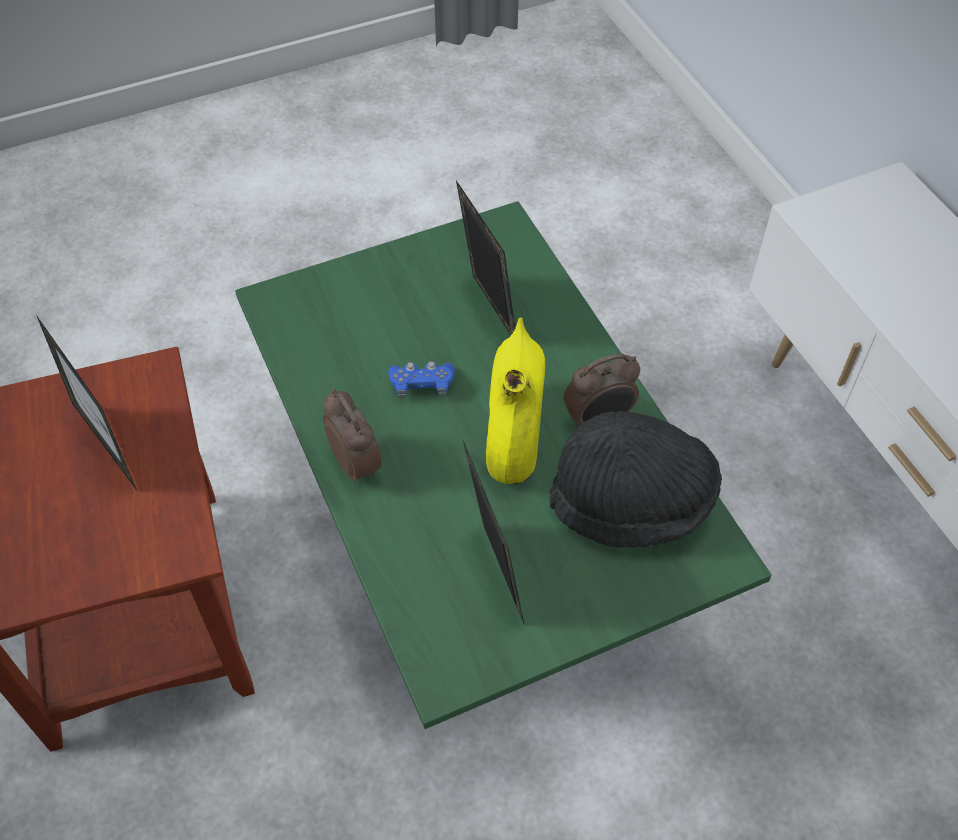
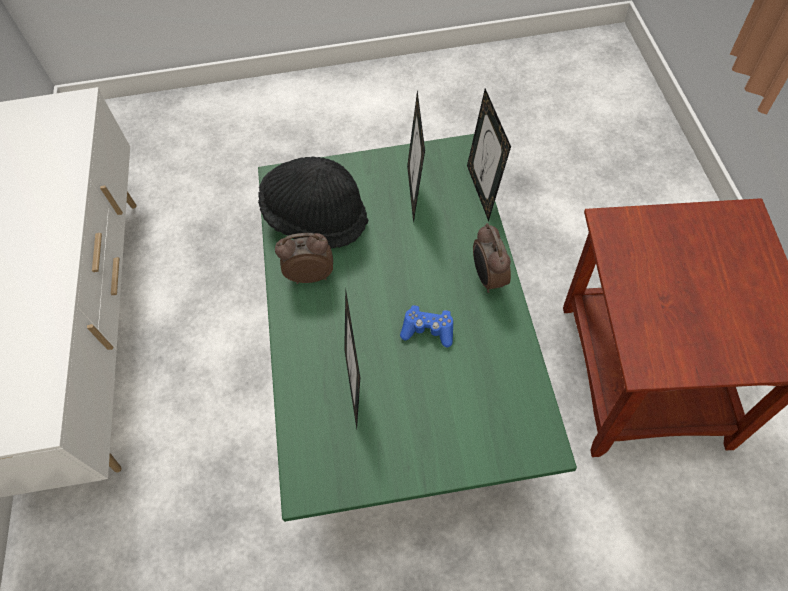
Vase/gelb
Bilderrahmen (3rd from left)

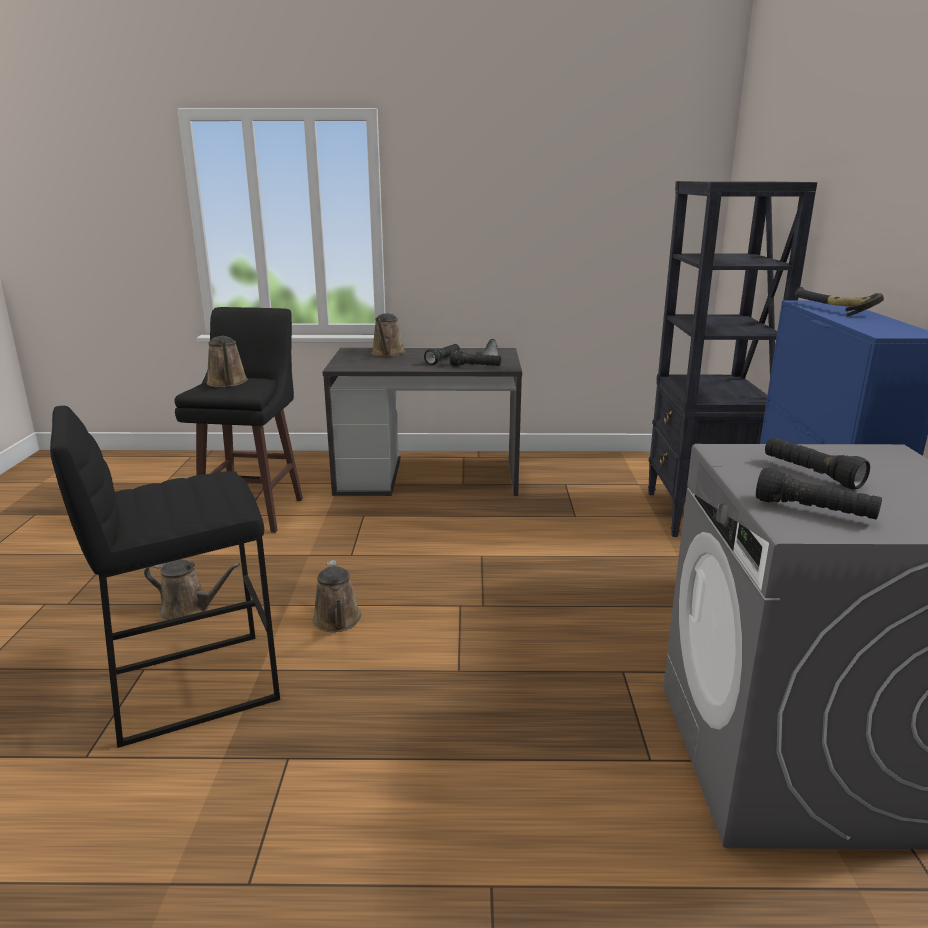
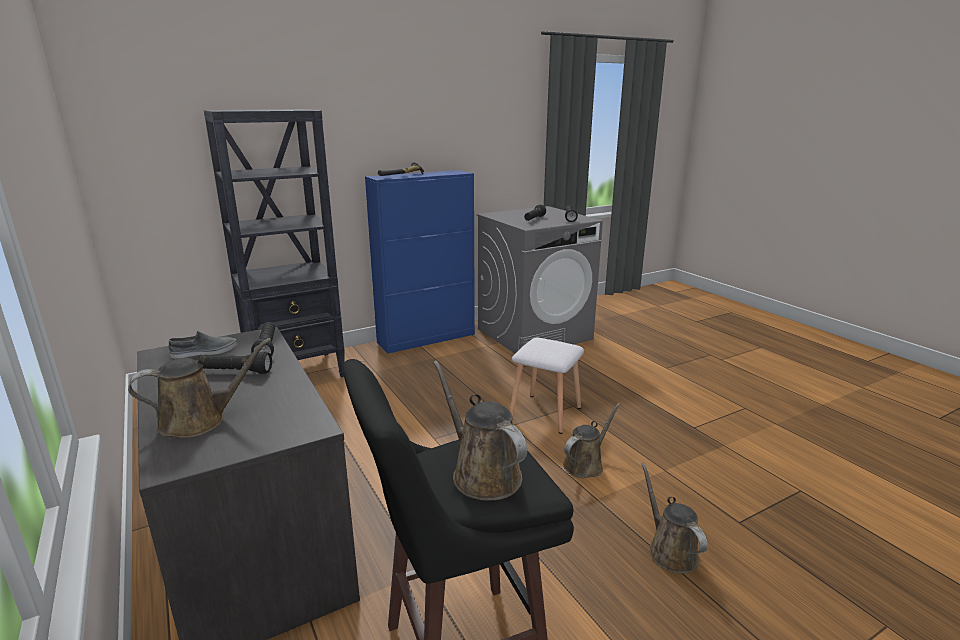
Hocker/schwarz (1st from left in the first image)
Hocker/weiß
Gießkanne/braun (2nd from left)

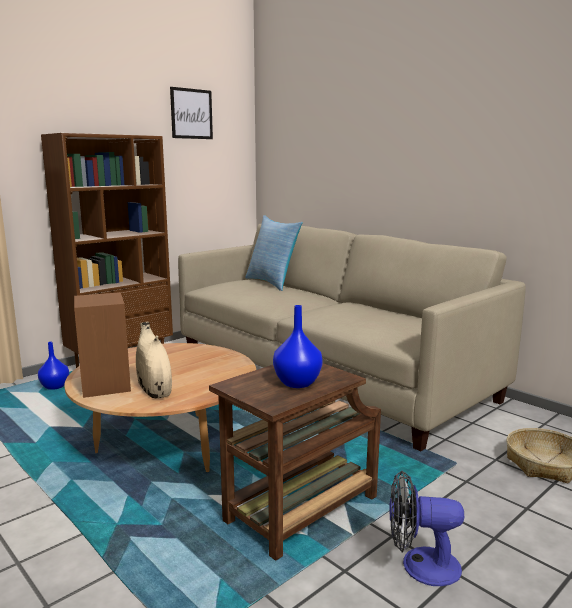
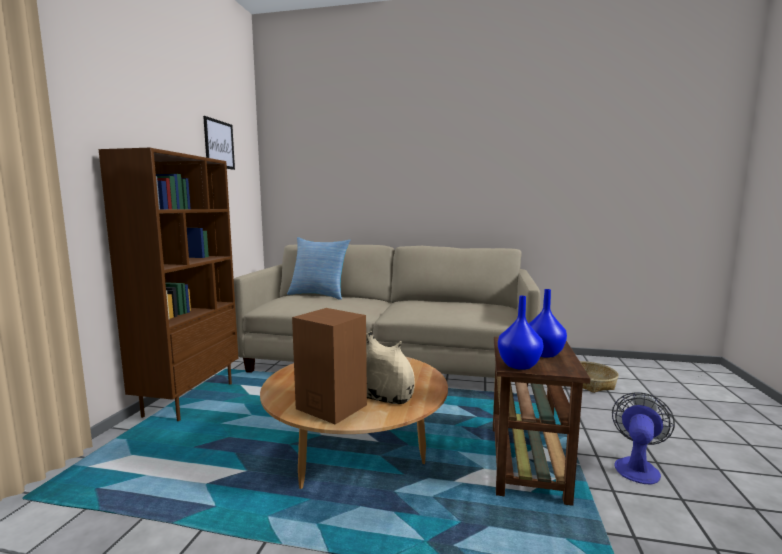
Vase/blau (1st from left)
Ventilator

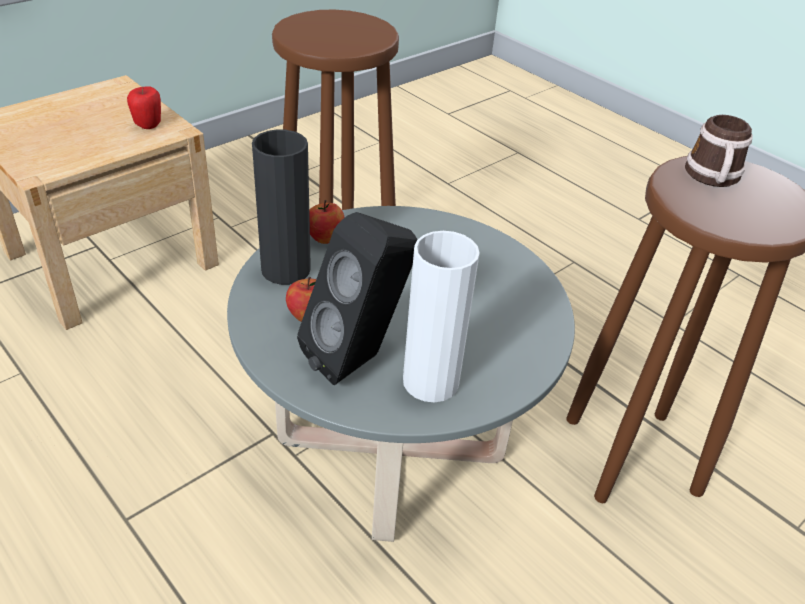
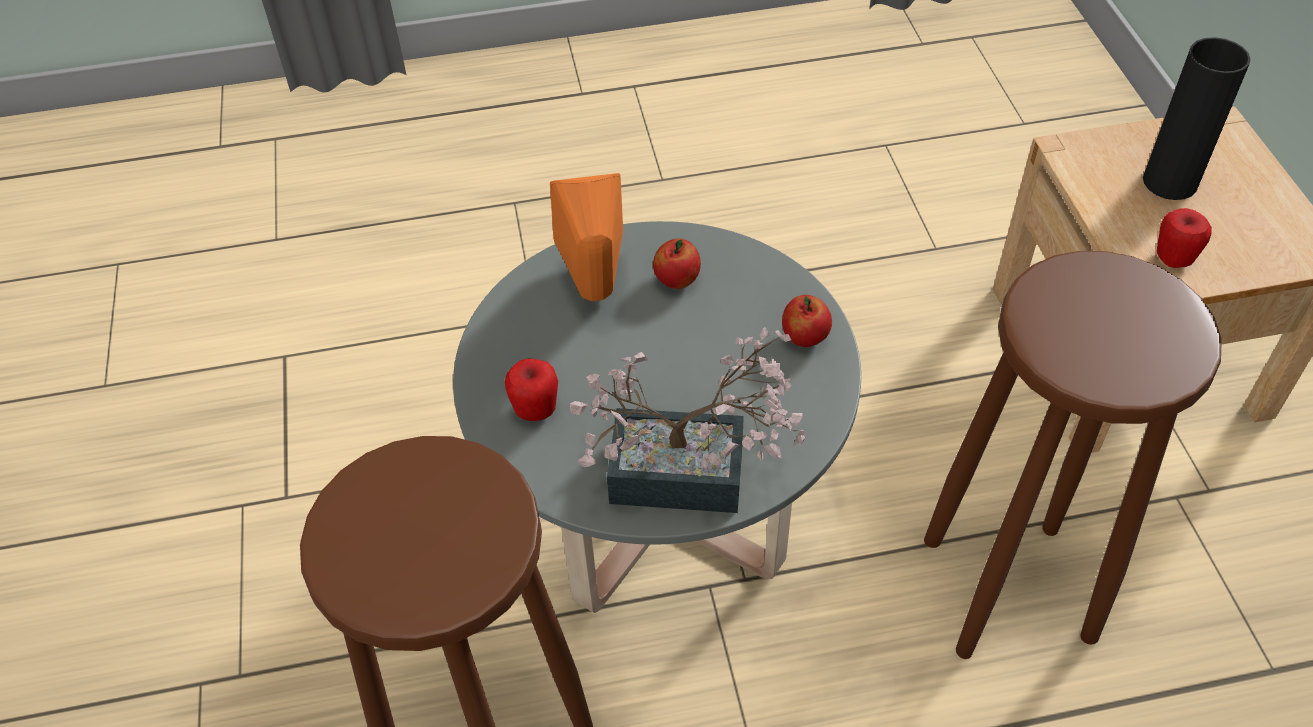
Vase/weiß
Henkelbecher
Apfel (1st from left)
Topfpflanze
Vase/schwarz
Lautsprecher/orange

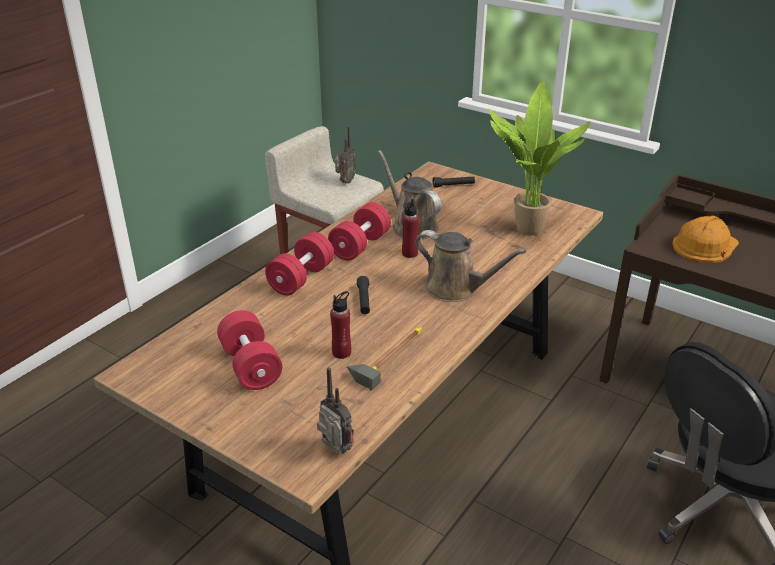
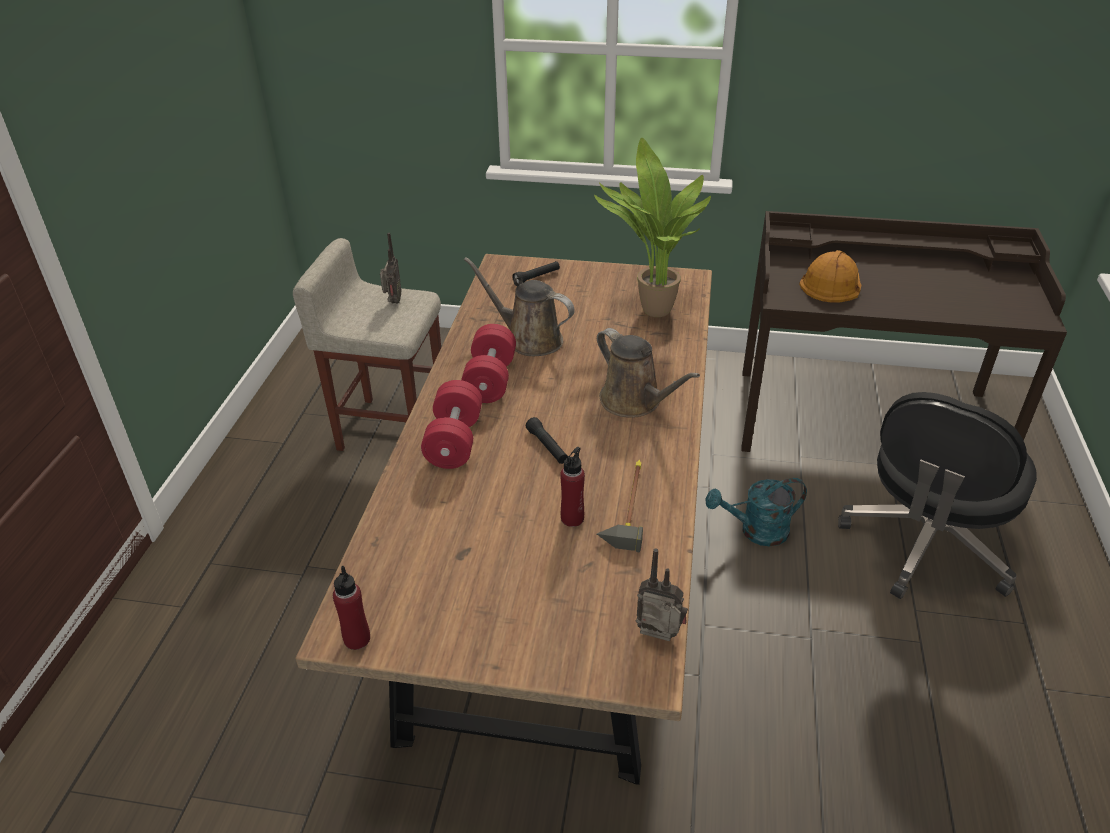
Hantel/rot (1st from left in the first image)
Gießkanne/türkis
Flasche/rot (1st from left)
Gießkanne/braun (2nd from left)

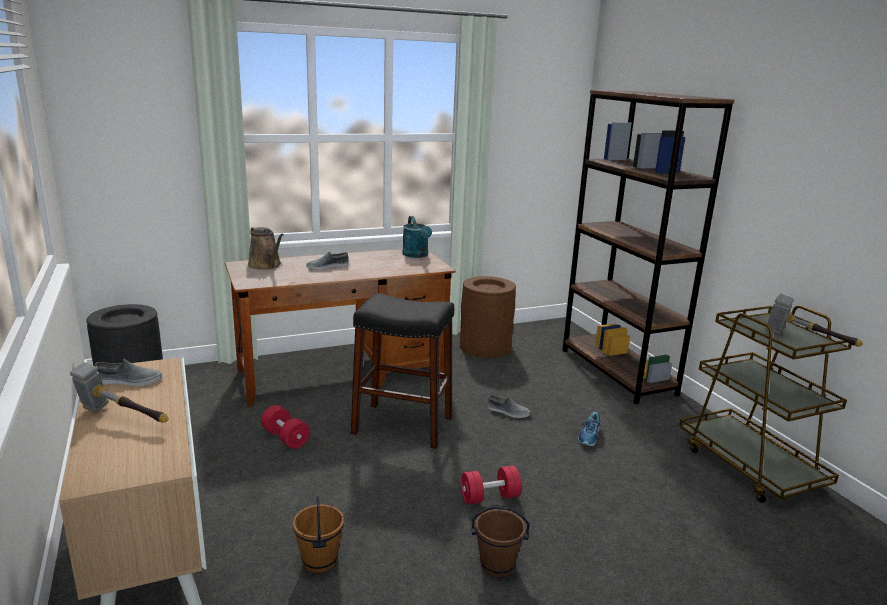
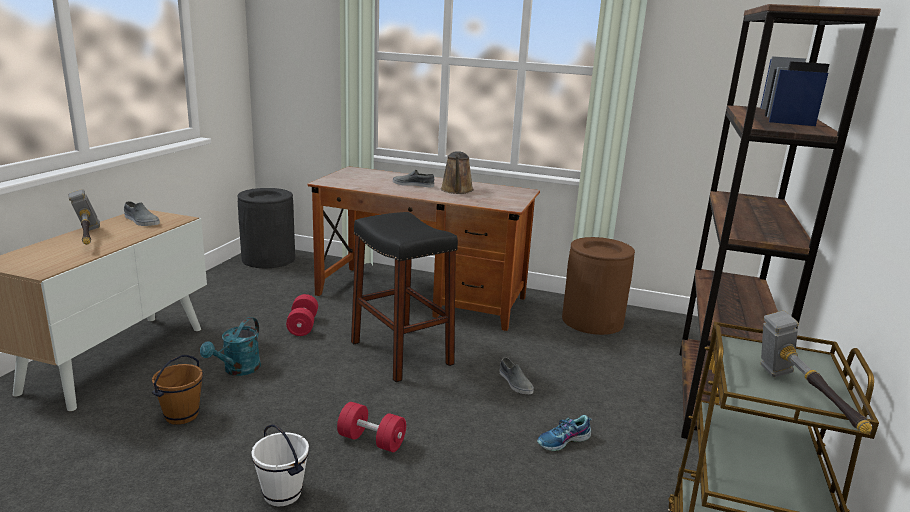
Gießkanne/braun
Gießkanne/türkis
Eimer/weiß

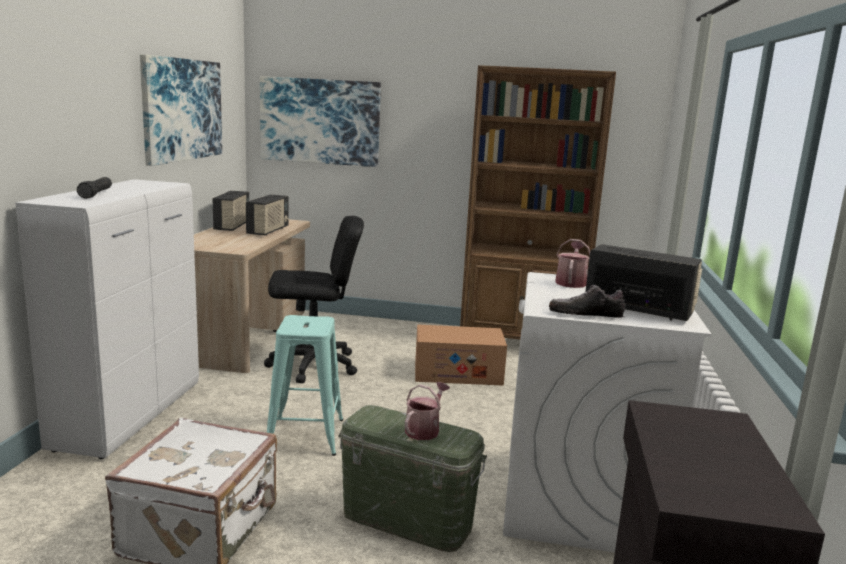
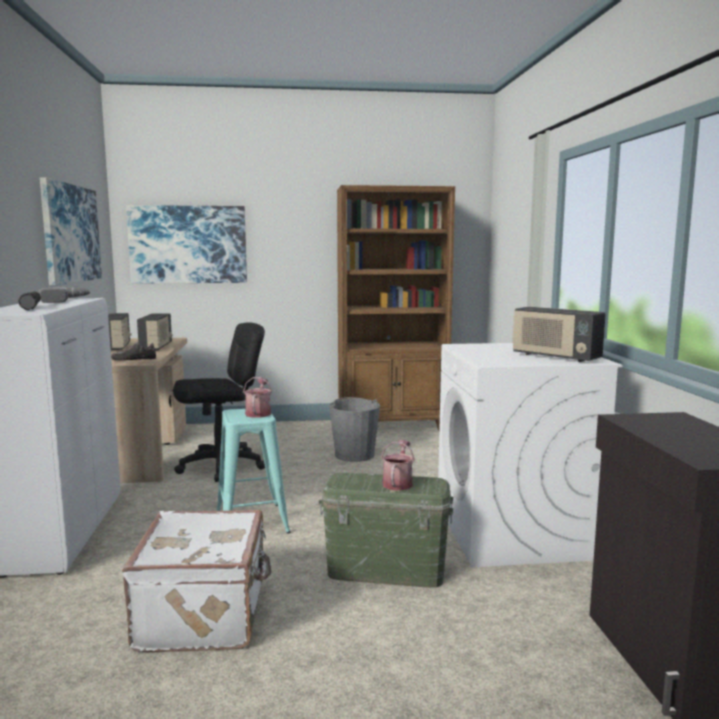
Bohrmaschine
Schuh
Gießkanne (1st from left)
Eimer/grau
Radio (3rd from left)

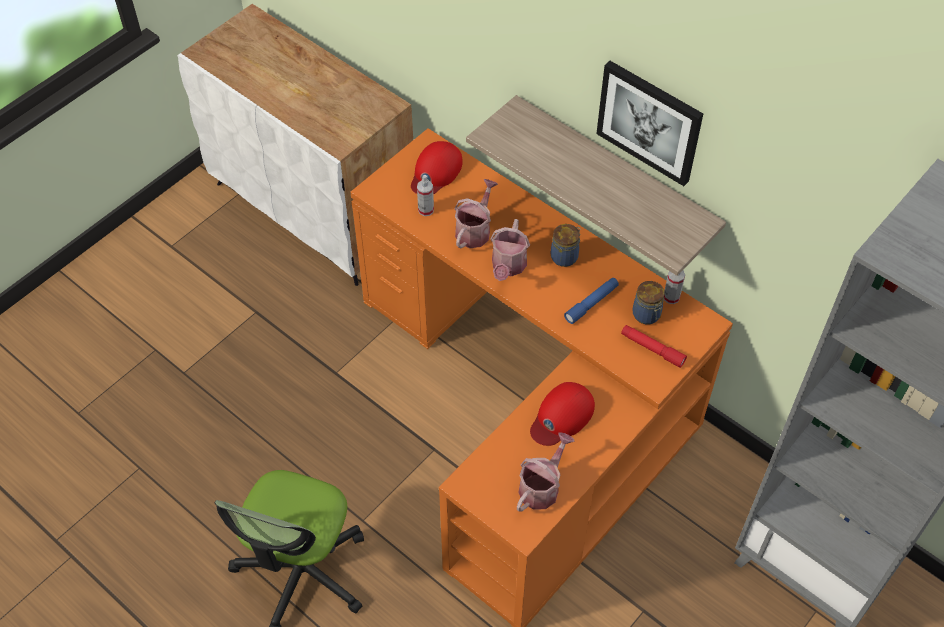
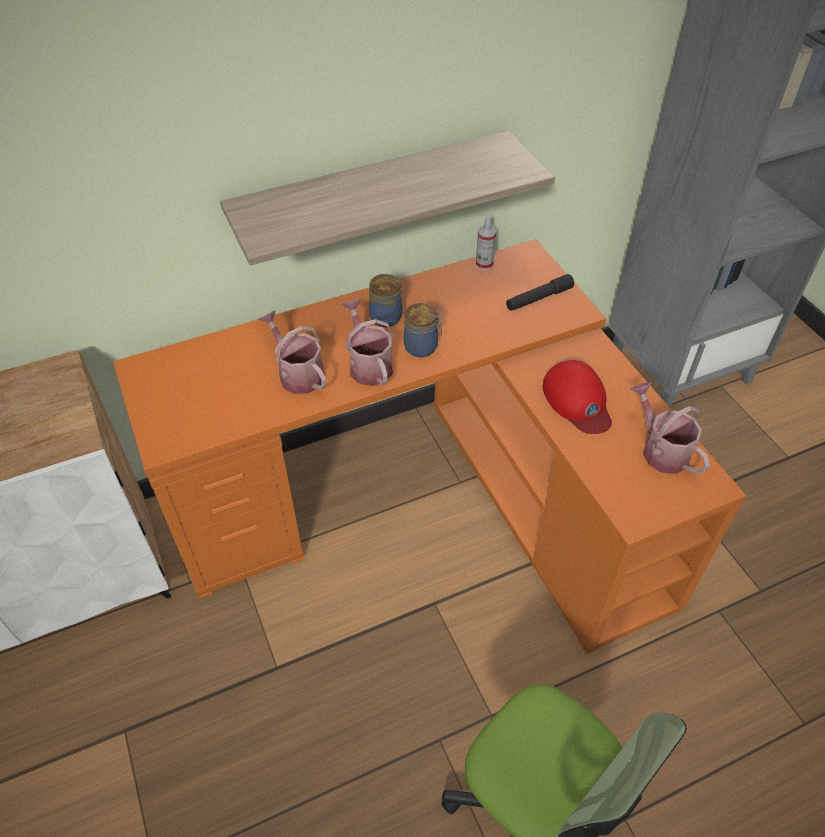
Kappe/rot (1st from left in the first image)
Sprühflasche (1st from left in the first image)
Taschenlampe/blau
Bild
Vorratsglas (2nd from left)
Taschenlampe/schwarz
Gießkanne (2nd from left)

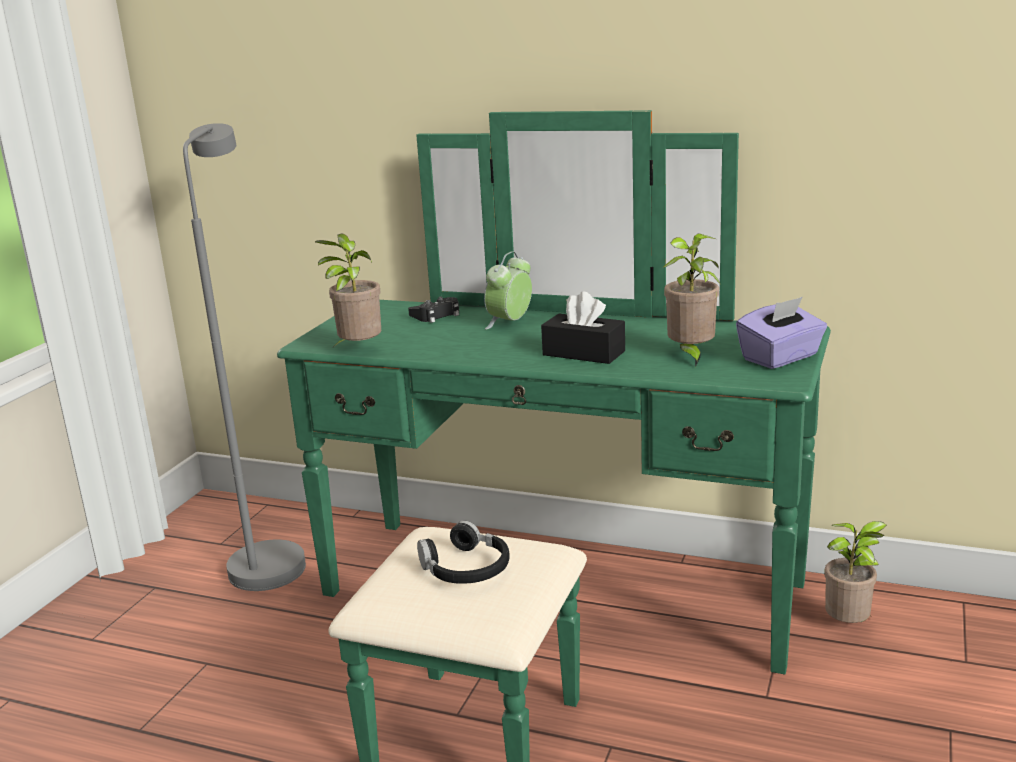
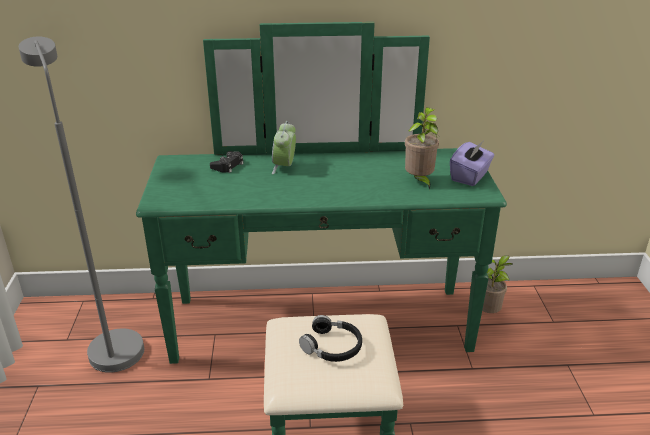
Topfpflanze (1st from left in the first image)
Taschentuchbox/schwarz

